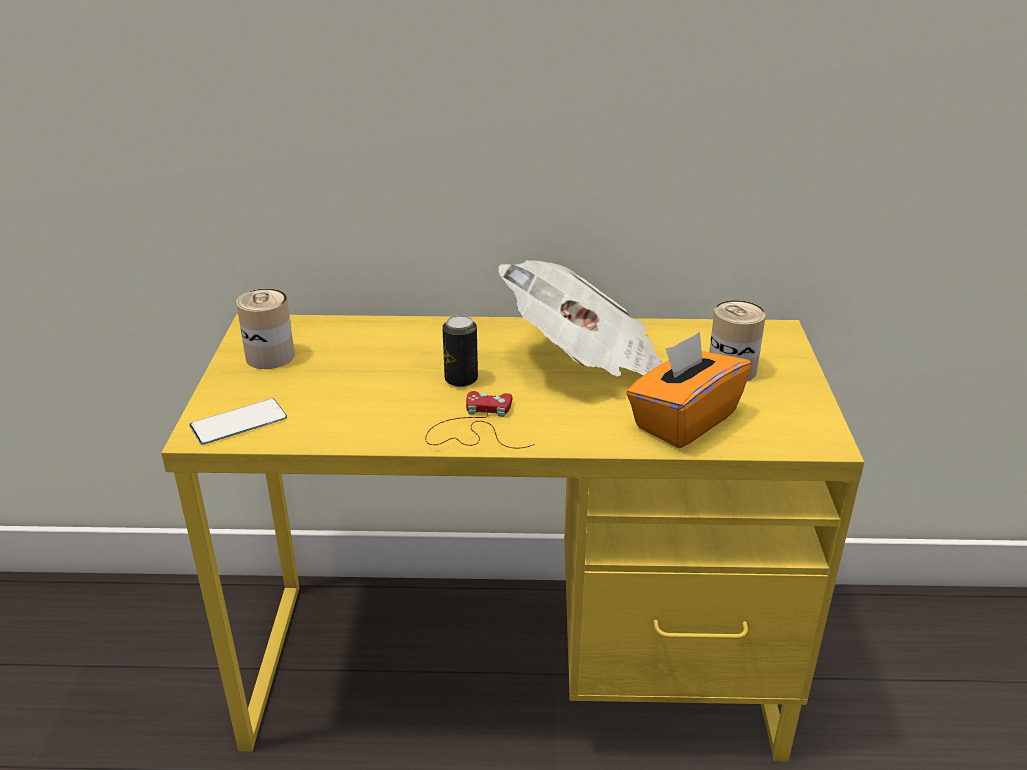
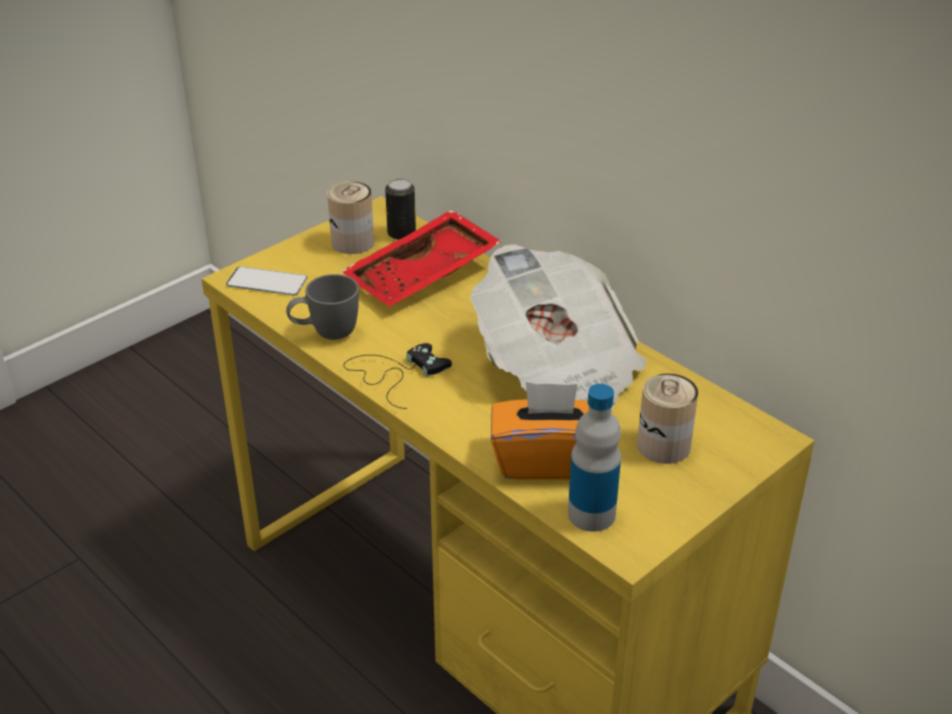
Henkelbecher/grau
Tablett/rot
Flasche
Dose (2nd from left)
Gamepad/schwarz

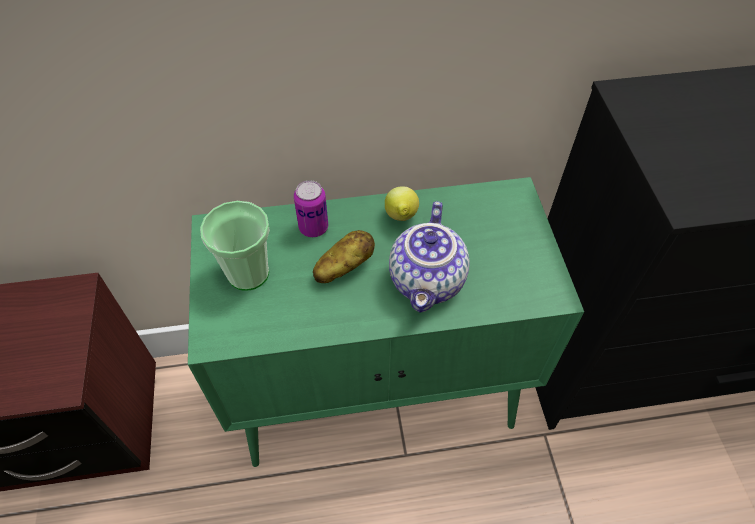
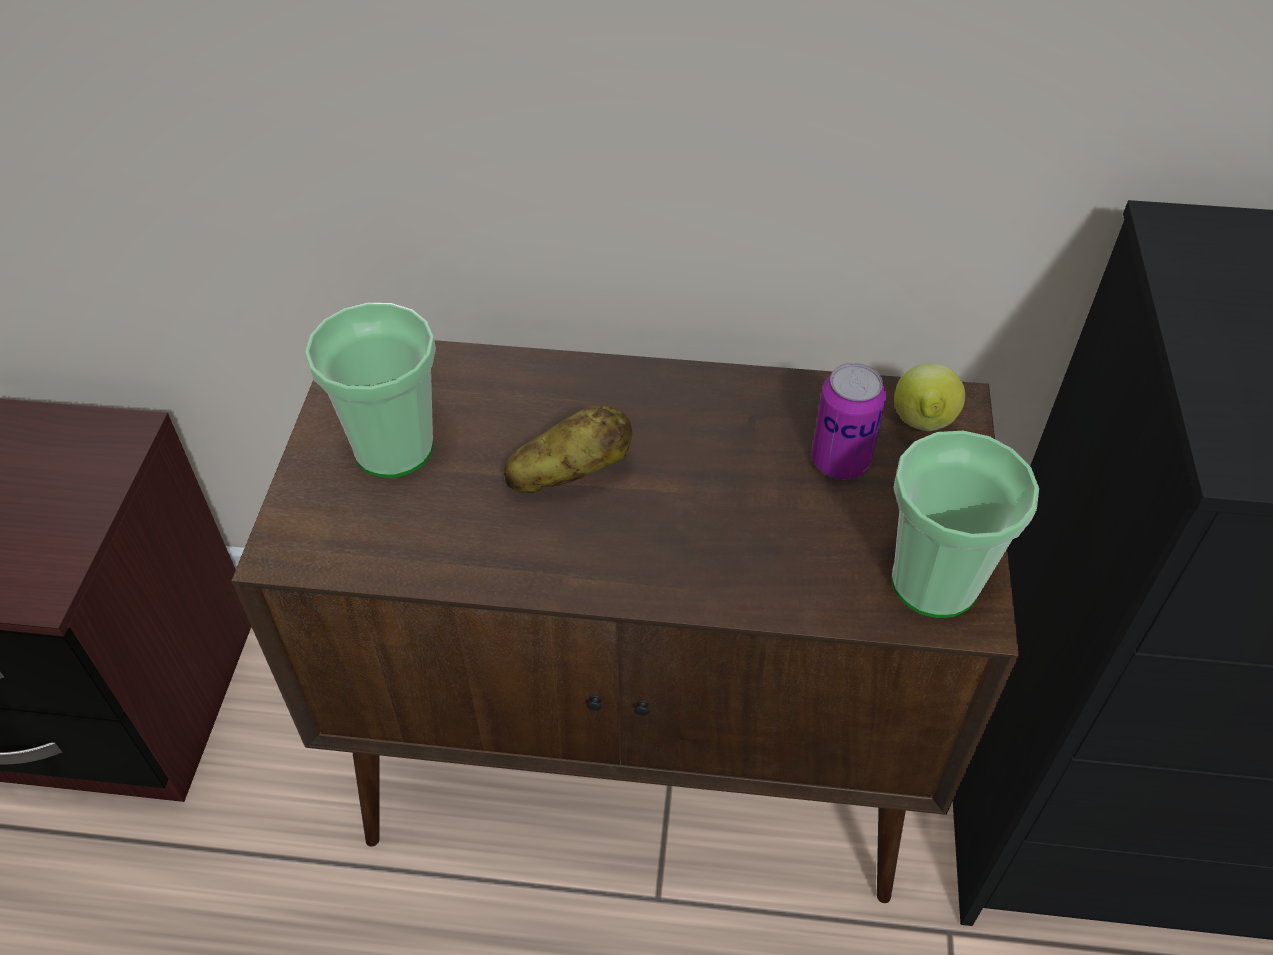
Teekanne
Tasse (2nd from left)
Dose
Zitrone
Schrank/braun

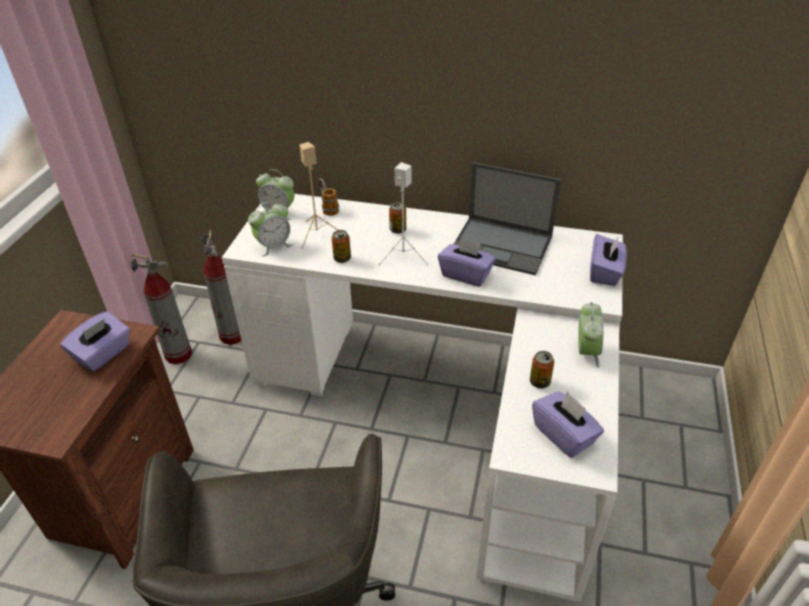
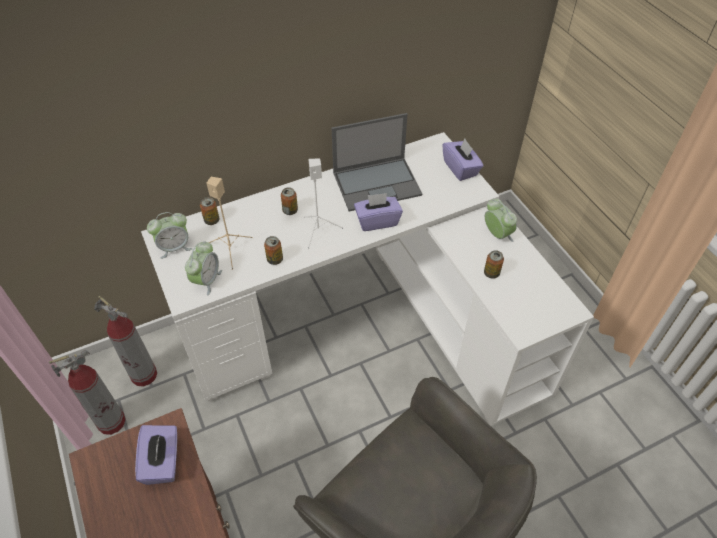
Taschentuchbox/lila (3rd from left in the first image)
Dose (1st from left)

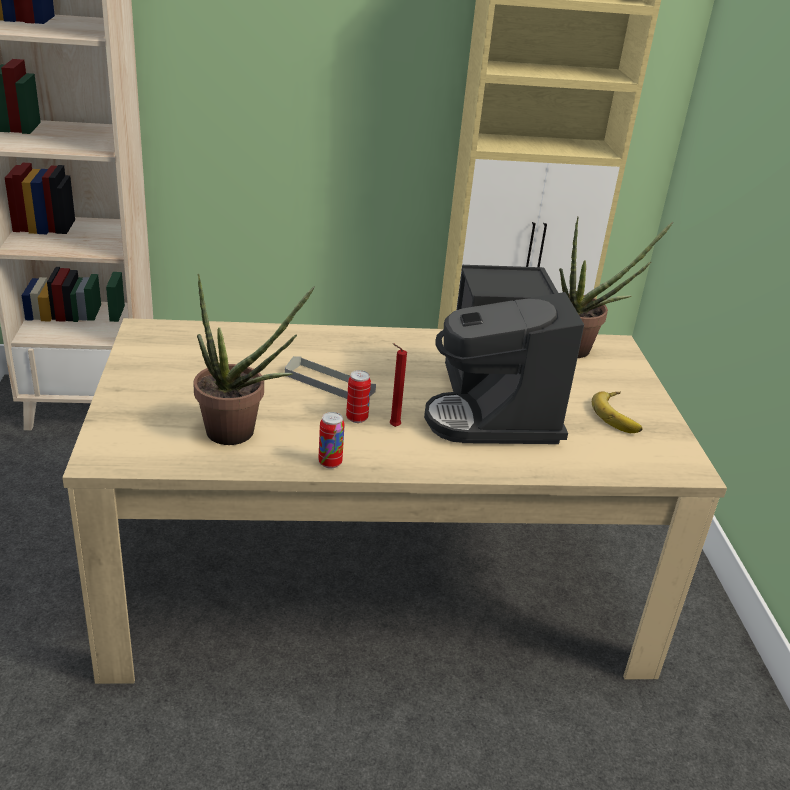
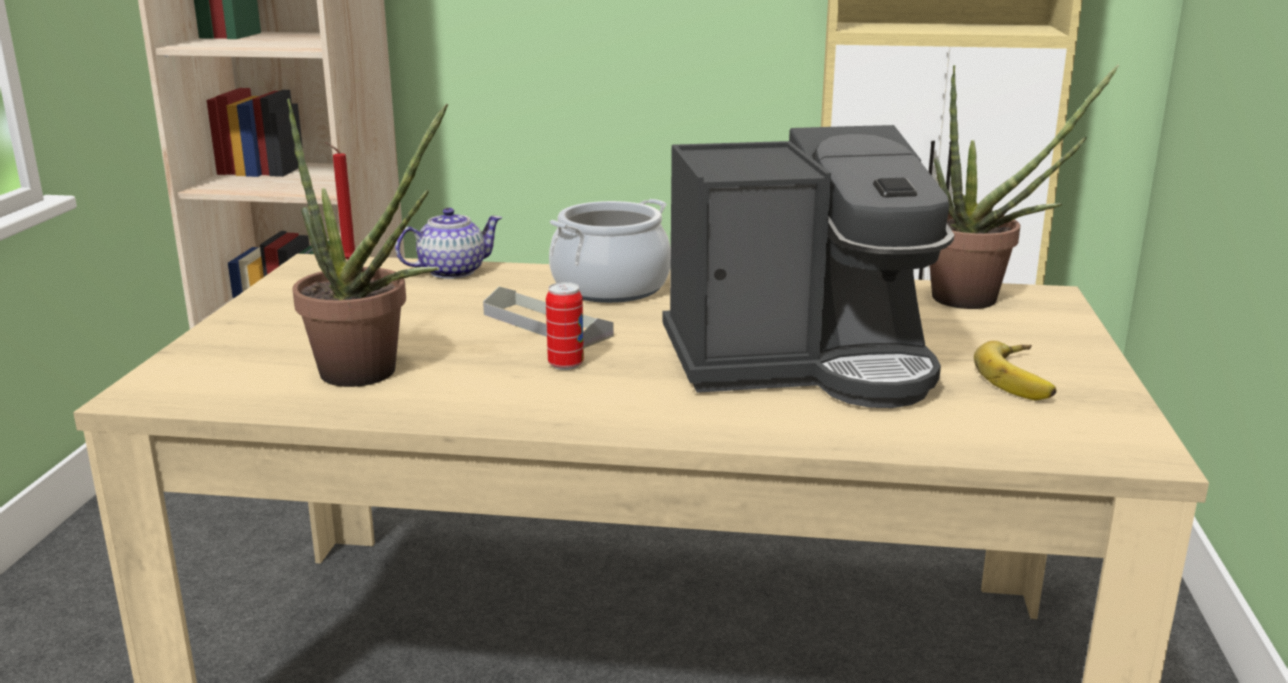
Dose (1st from left in the first image)
Teekanne
Kochtopf
Kerze/rot
Kaffeemaschine

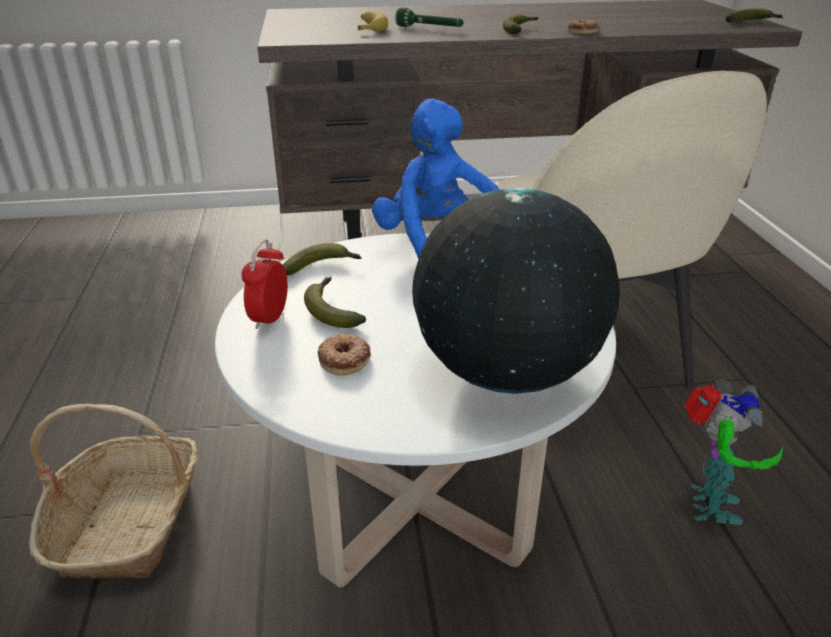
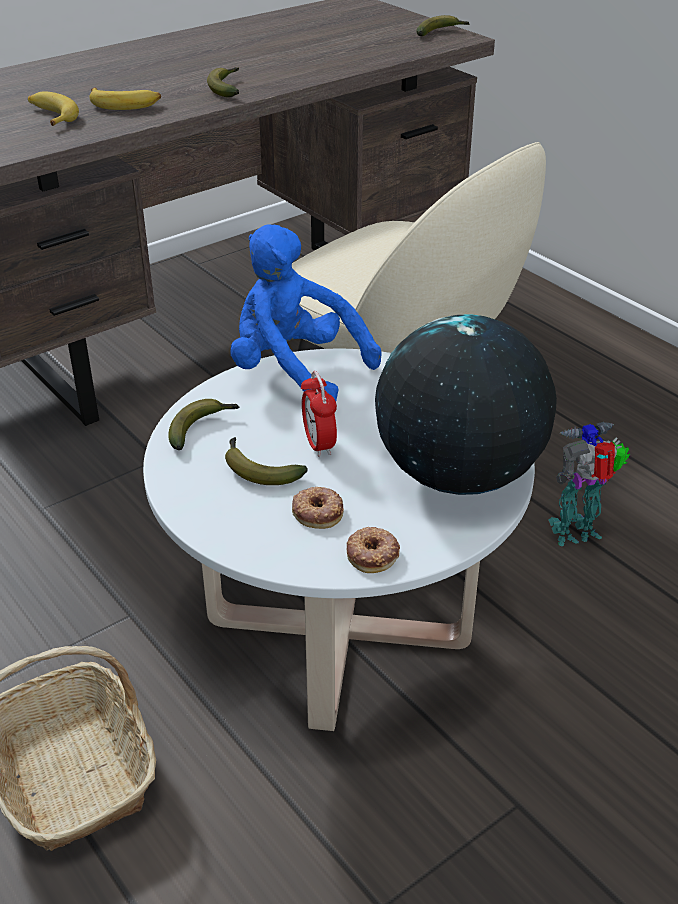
Wecker
Donut (2nd from left)
Banane (2nd from left)
Spielzeugroboter

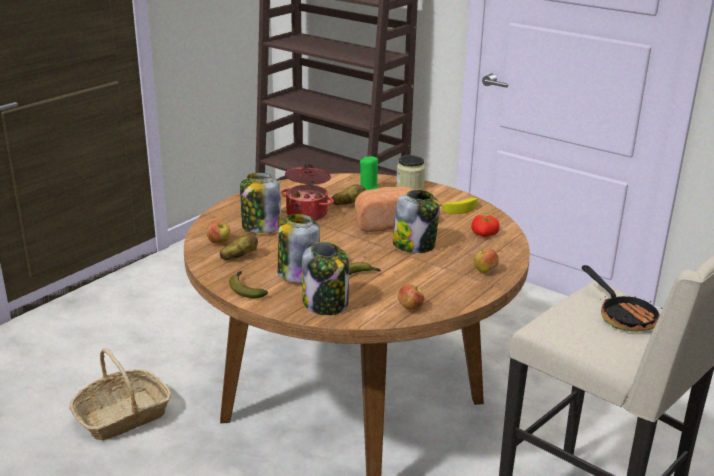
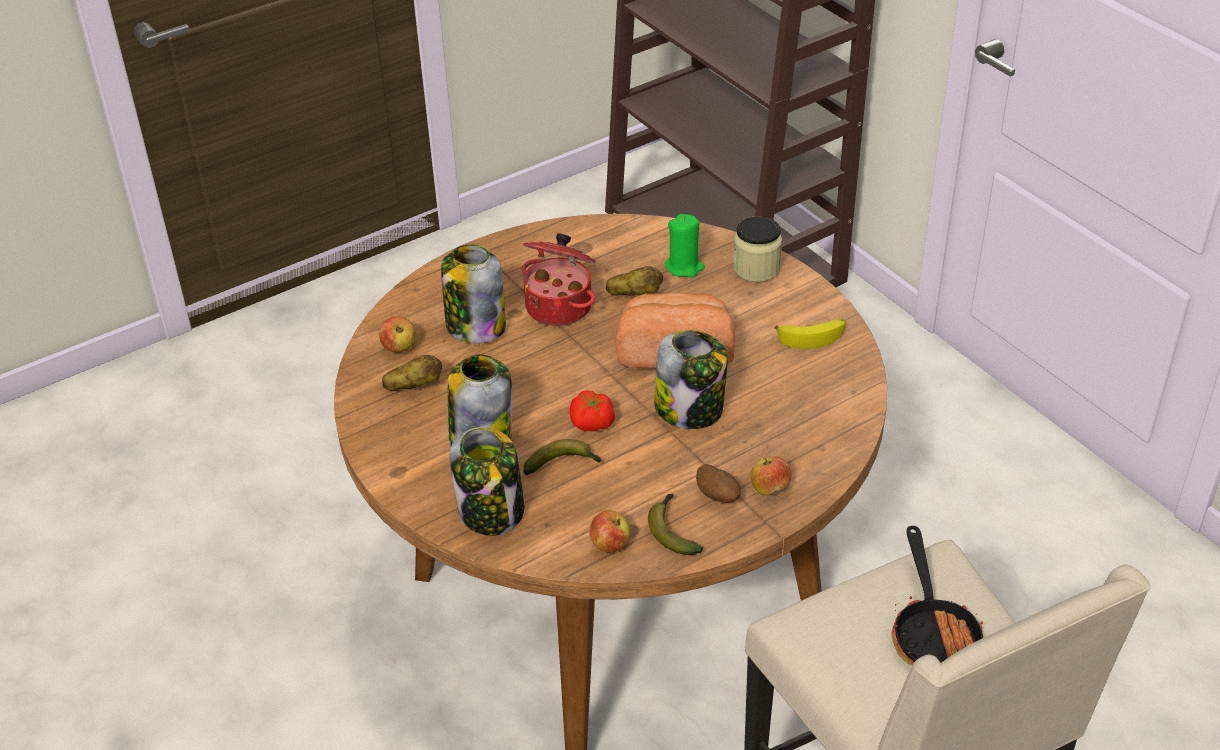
Korb
Kartoffel (3rd from left)
Banane (2nd from left)
Tomate

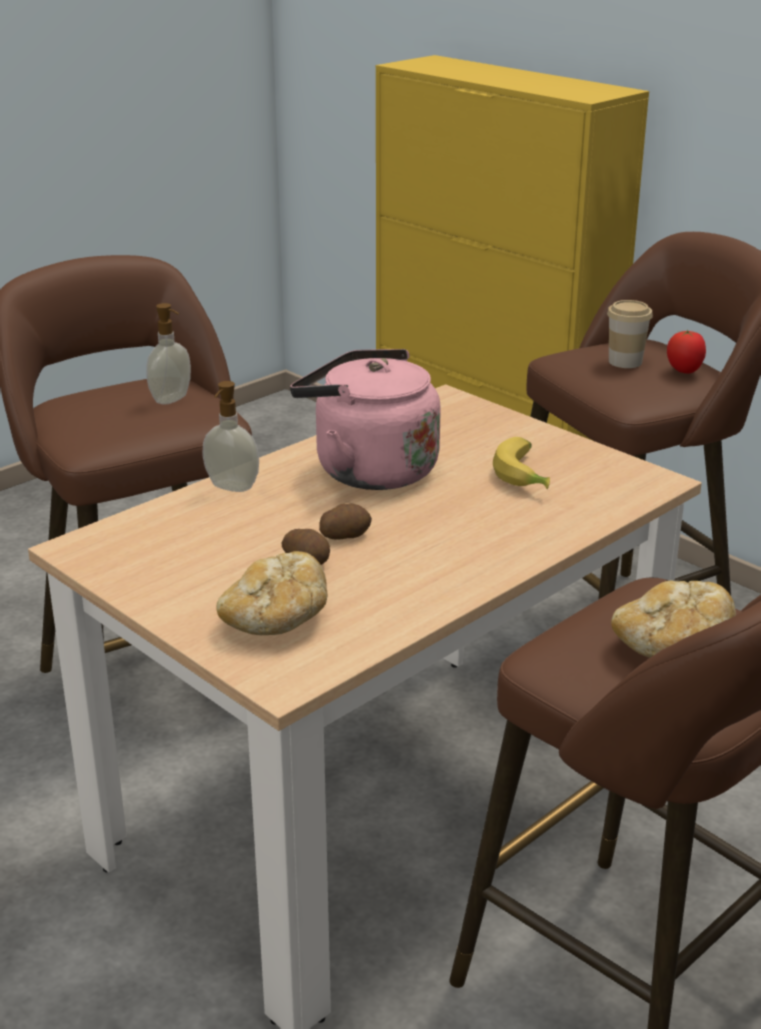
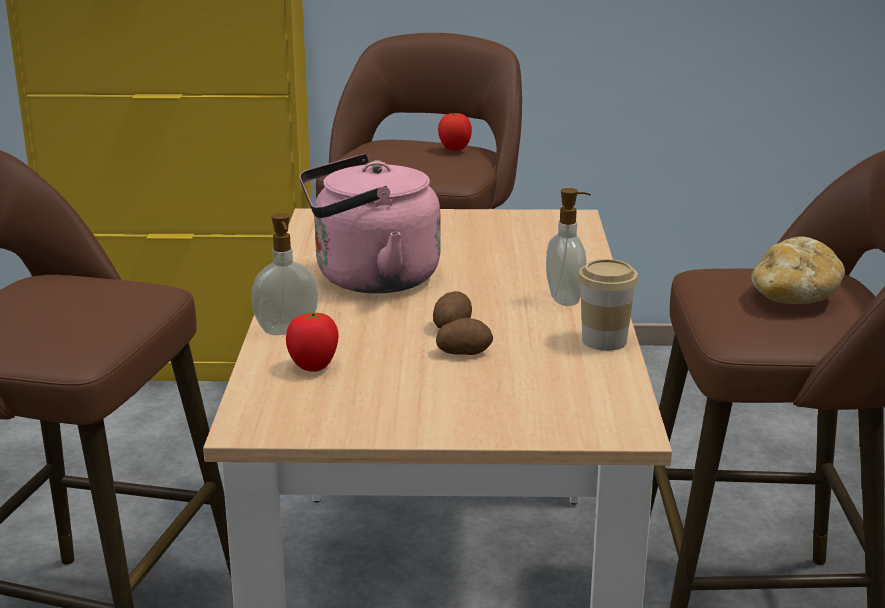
Brot (1st from left in the first image)
Banane
Tomate (1st from left)
Seifenspender (2nd from left)
Tasse

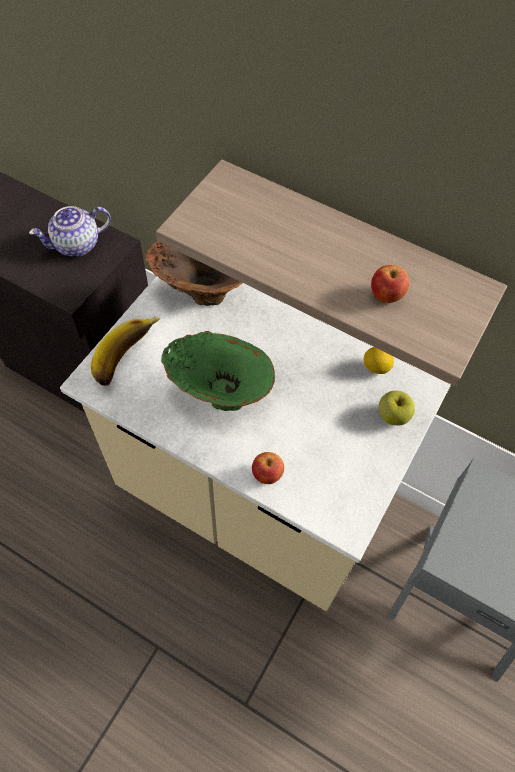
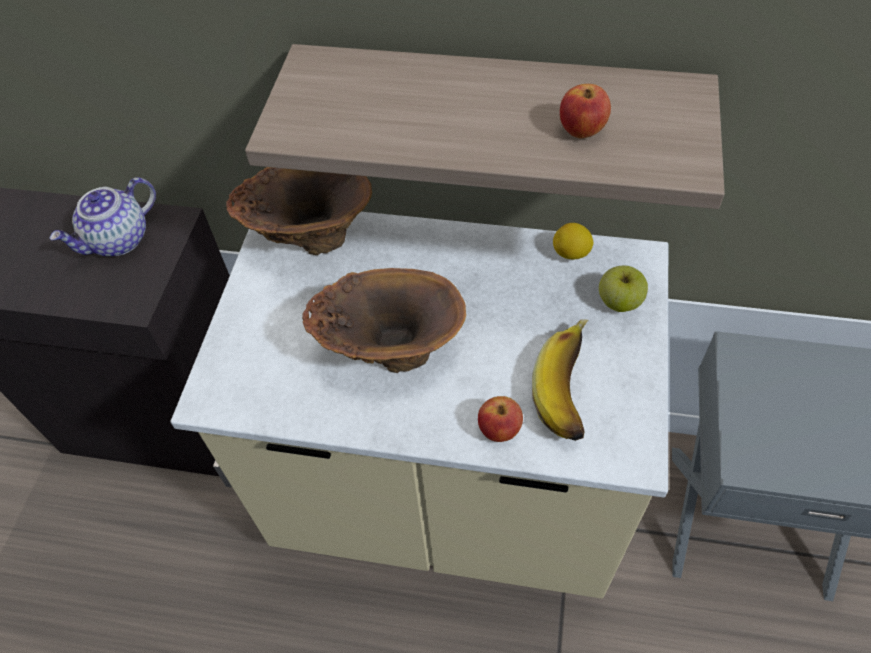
Banane
Vase/braun (2nd from left)

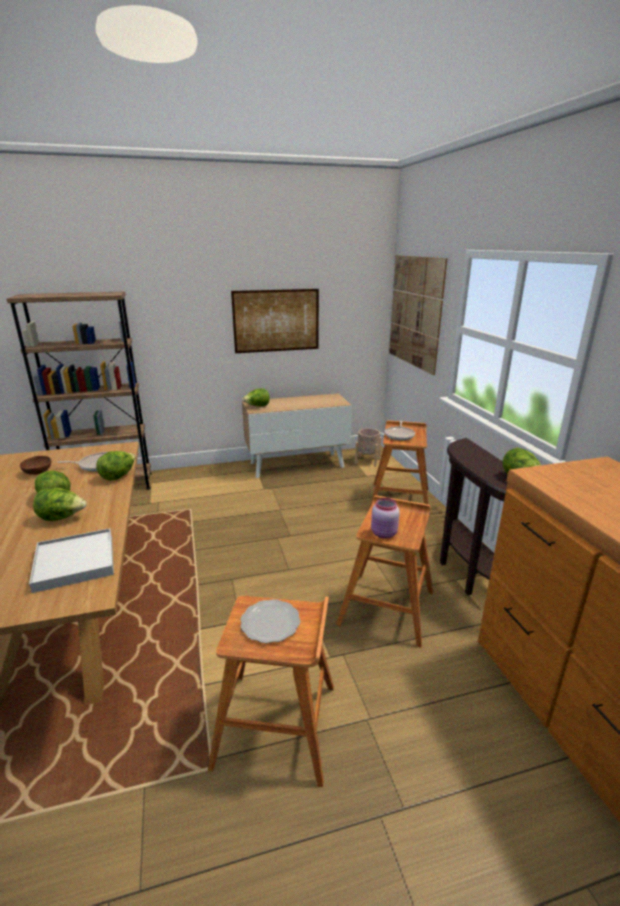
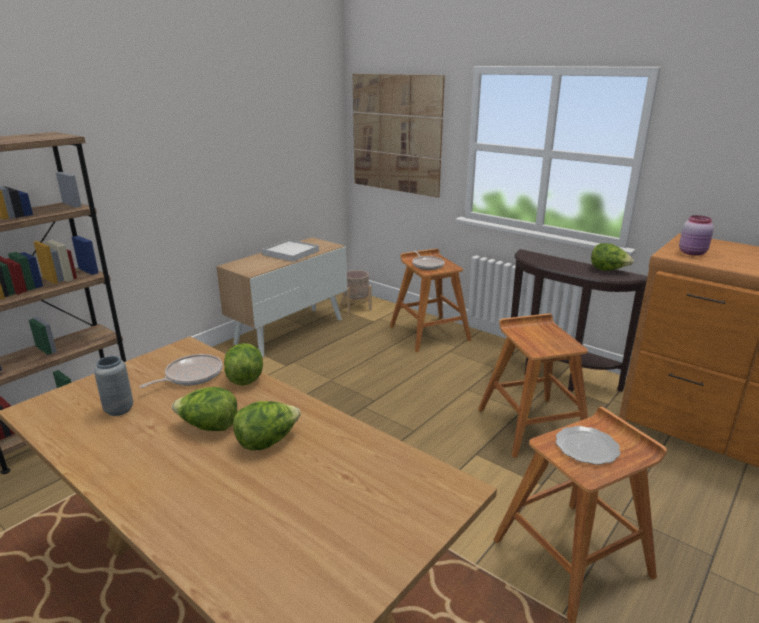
Bild (1st from left in the first image)
Salatkopf (4th from left in the first image)
Tablett/weiß
Vorratsglas/rosa
Vase/grau

